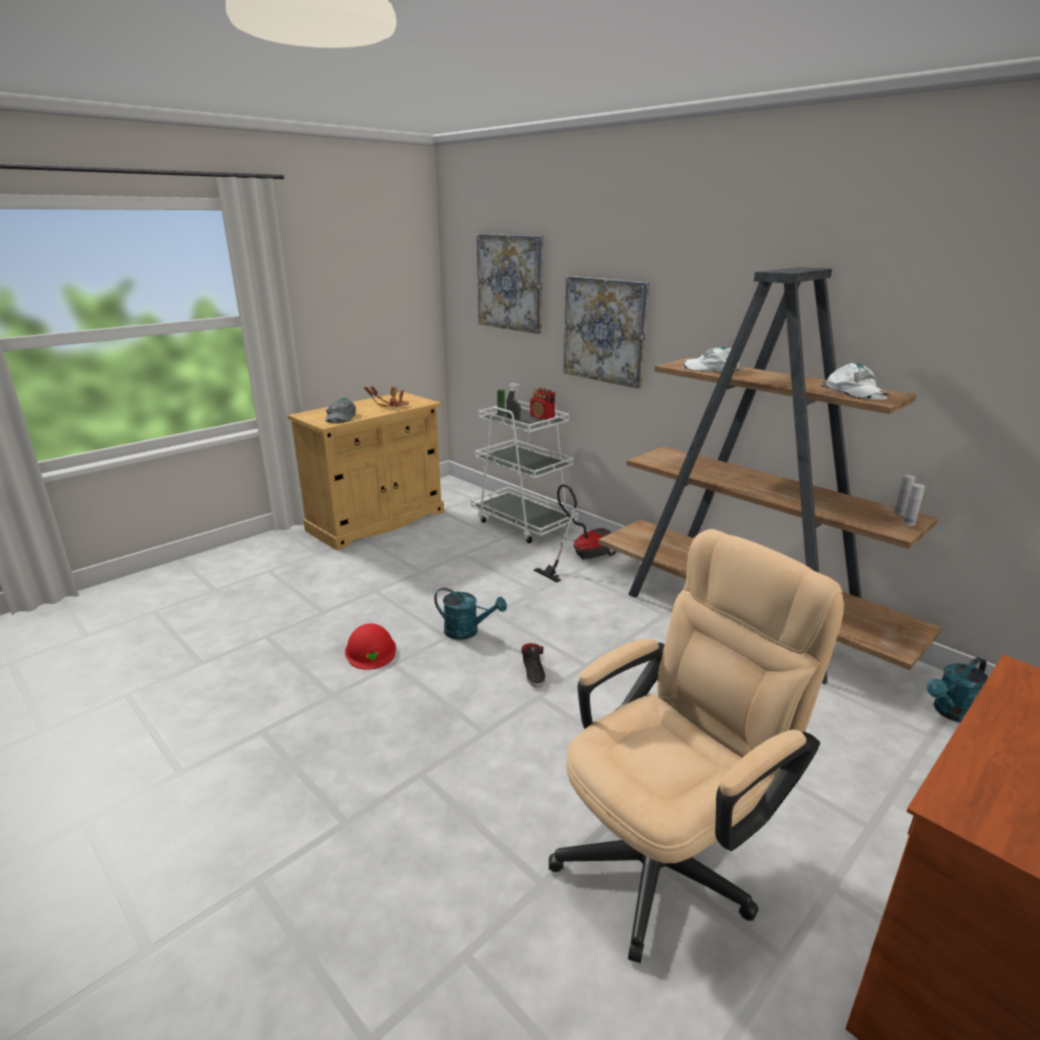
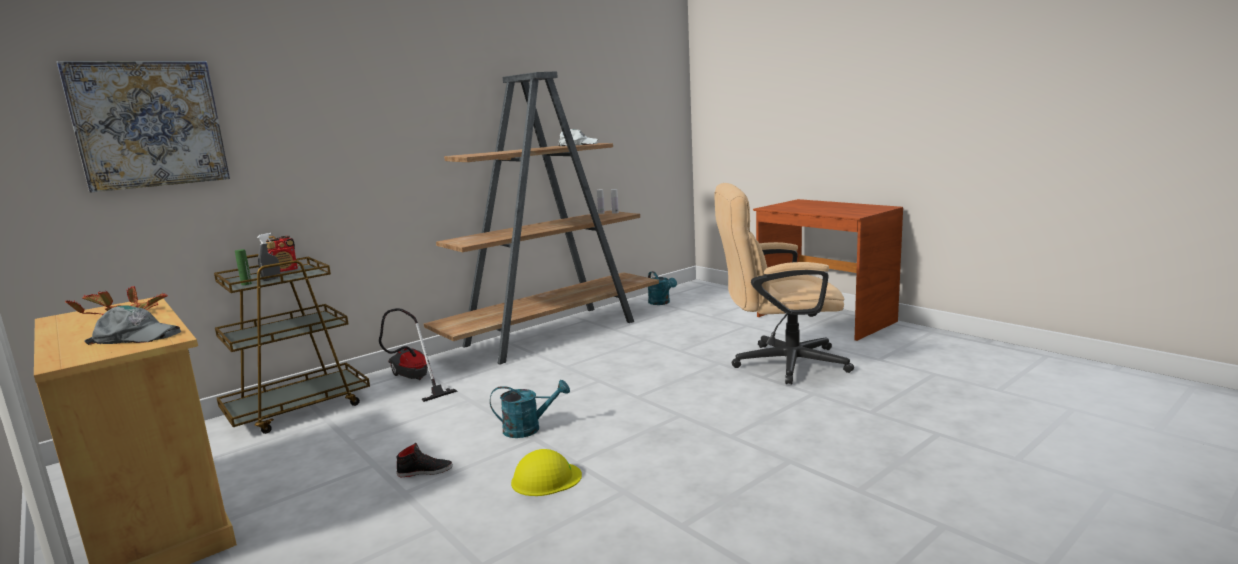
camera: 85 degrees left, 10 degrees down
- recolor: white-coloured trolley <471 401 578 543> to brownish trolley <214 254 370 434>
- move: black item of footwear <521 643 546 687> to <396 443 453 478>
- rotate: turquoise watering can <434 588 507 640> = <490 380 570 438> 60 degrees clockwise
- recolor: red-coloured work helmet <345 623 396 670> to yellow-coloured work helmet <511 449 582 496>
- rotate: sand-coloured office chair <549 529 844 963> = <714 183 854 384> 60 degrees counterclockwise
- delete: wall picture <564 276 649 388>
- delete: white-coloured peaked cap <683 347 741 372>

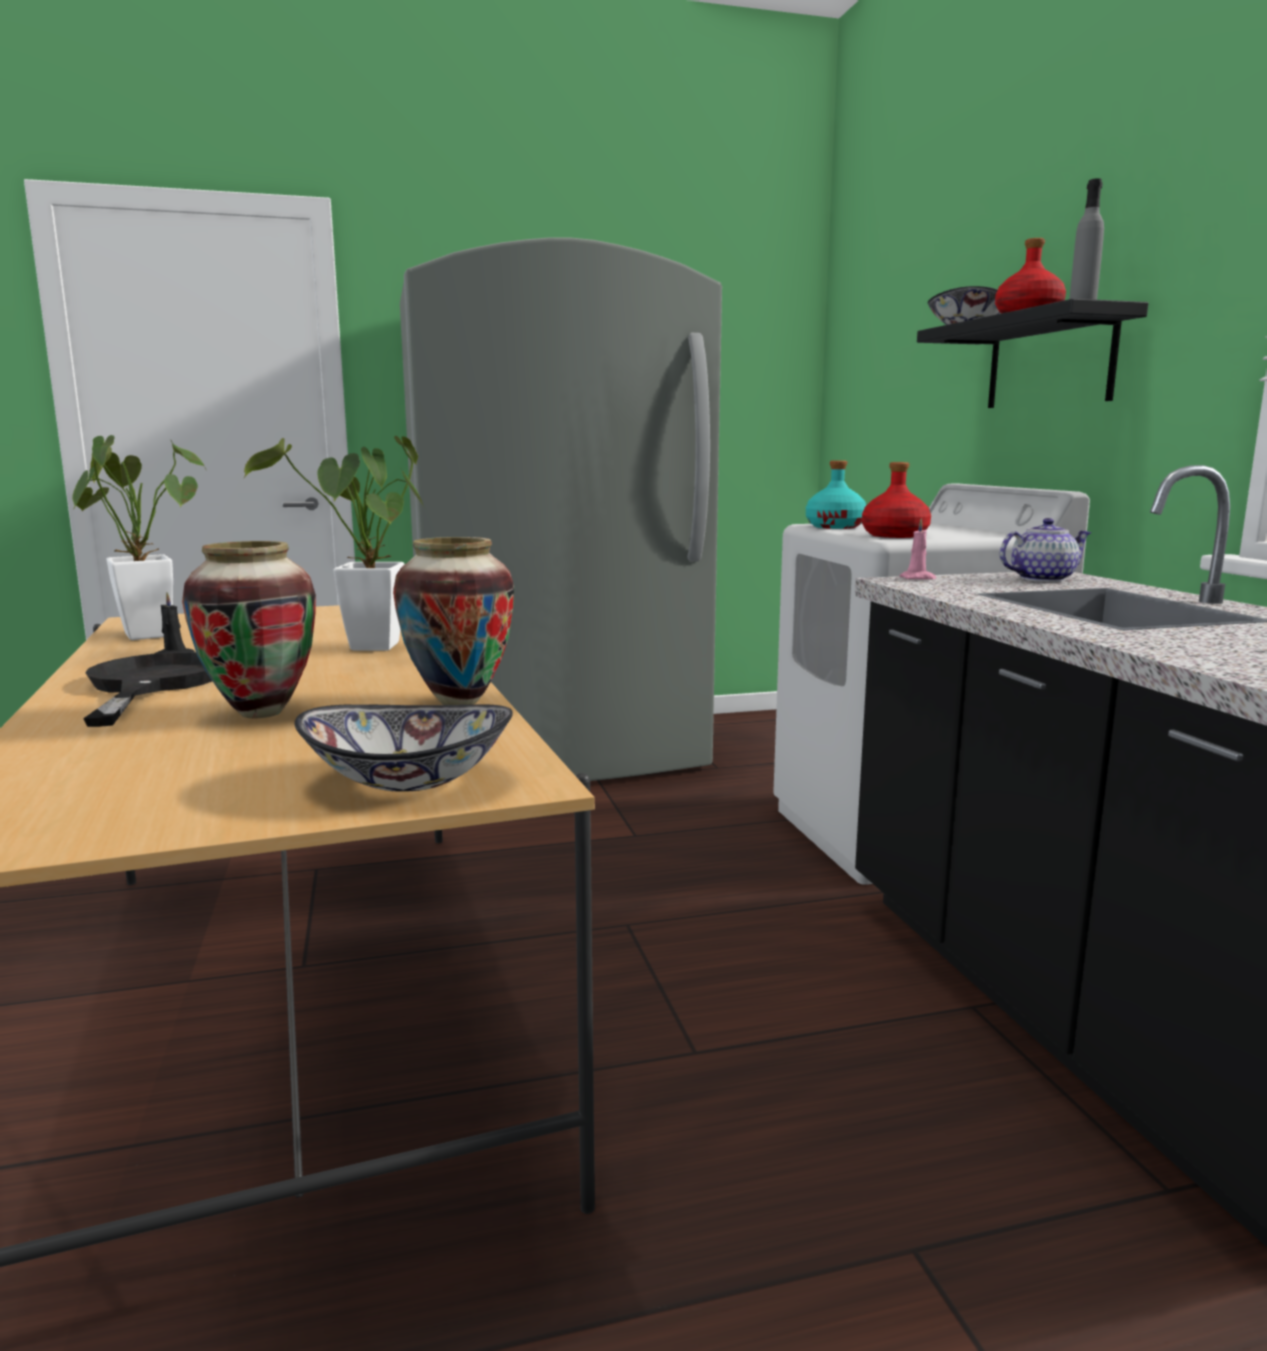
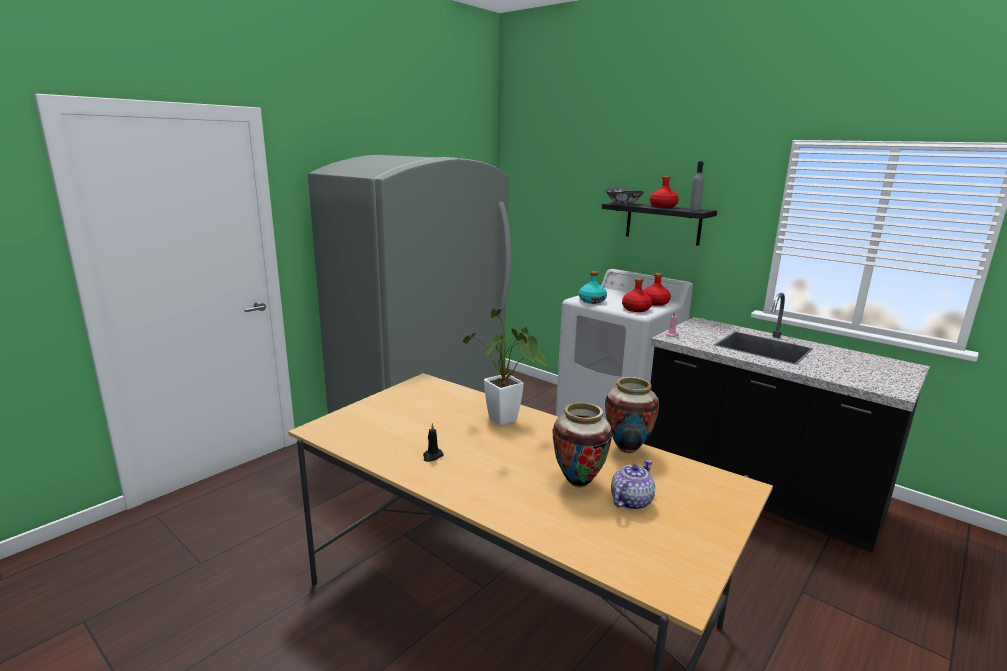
camera: 35 degrees left, 5 degrees up
- move: teapot <1000 518 1091 582> to <611 460 655 510>
- insert: red-coloured drink bottle <643 273 671 306>
- delete: plant in a pot <72 435 206 640>
- delete: black frying pan <83 652 212 727>
- delete: deep dish <294 704 513 792>

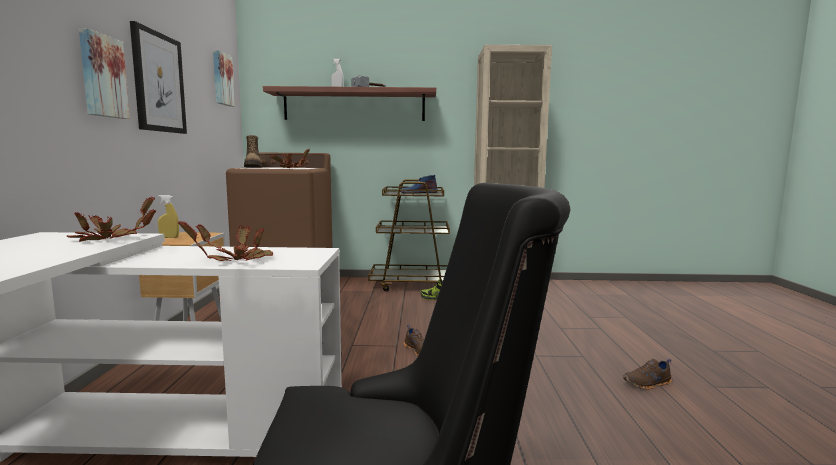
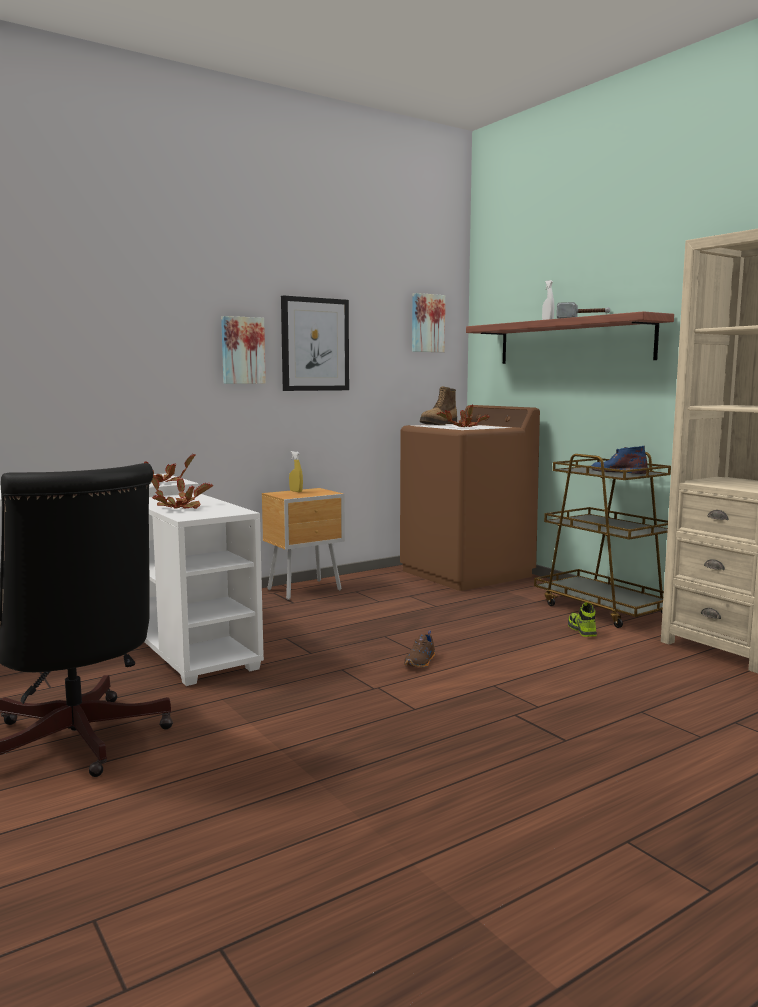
camera: 55 degrees right, 0 degrees up
- delete: brownish item of footwear <623 359 672 390>

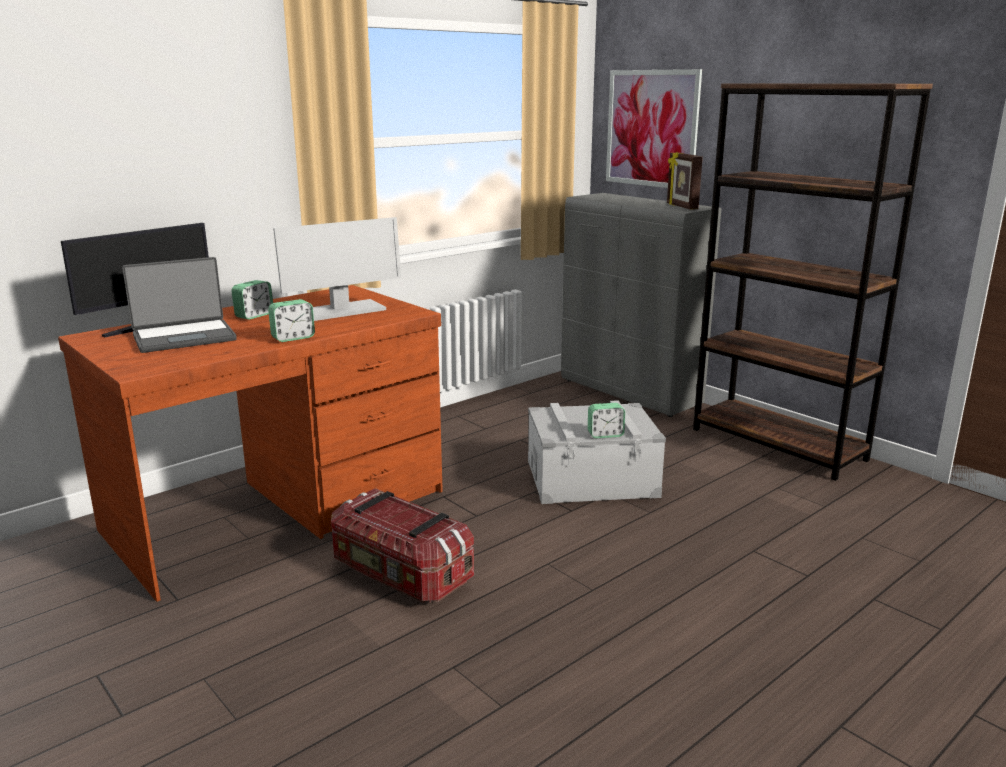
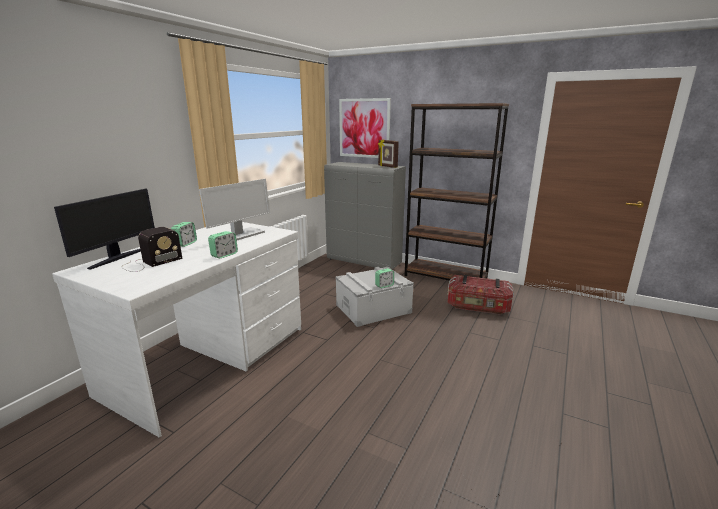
camera: 20 degrees left, 0 degrees up
- recolor: brownish desk unit <58 285 443 602> to white-coloured desk unit <52 222 301 438>
- replace: laptop <122 257 237 353> to radio <122 227 182 272>
- move: storage bin <331 488 474 603> to <448 275 514 315>

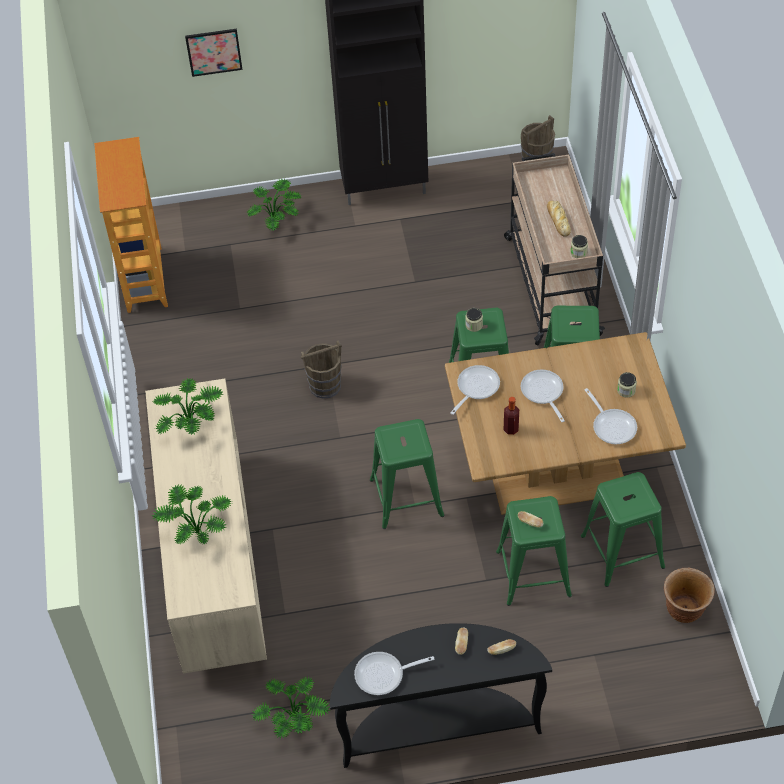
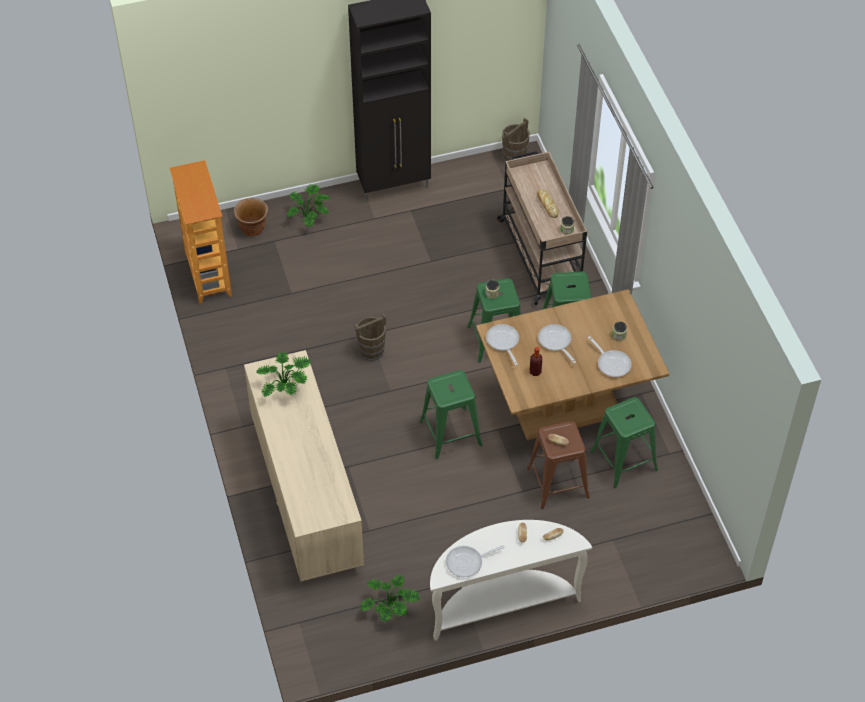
camera: 10 degrees left, 0 degrees up
- move: brownish flower pot <664 567 715 623> to <234 198 268 236>
- recolor: black hall table <330 623 552 768> to white-coloured hall table <430 520 592 641>
- rotate: frying pan <451 365 500 415> = <486 324 519 365> 45 degrees counterclockwise
- recolor: greenish stool seat <496 496 572 606> to brownish stool seat <527 421 590 509>
- delete: plant in a pot <152 484 232 545>
- delete: wall picture <185 29 243 77>

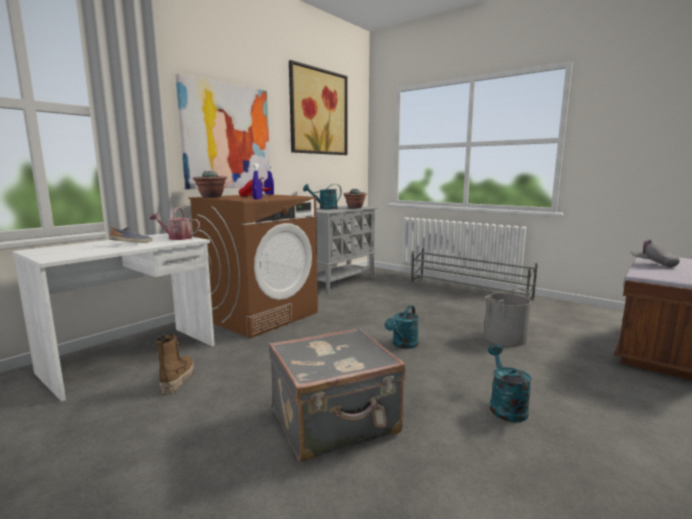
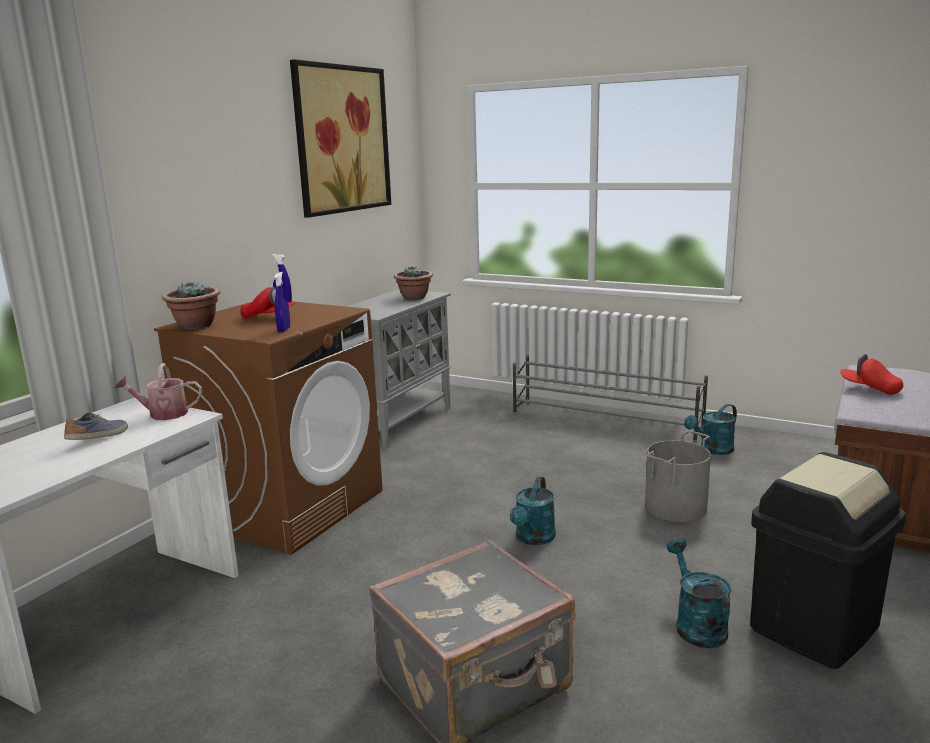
camera: 10 degrees left, 5 degrees up
- move: turquoise watering can <303 184 342 209> to <684 404 737 455>
- insert: black trash can <750 452 906 669>
- recolor: grey peaked cap <630 240 680 267> to red-coloured peaked cap <840 354 903 395>
- delete: high-top boot <156 334 194 394>
- delete: wall picture <176 74 270 189>

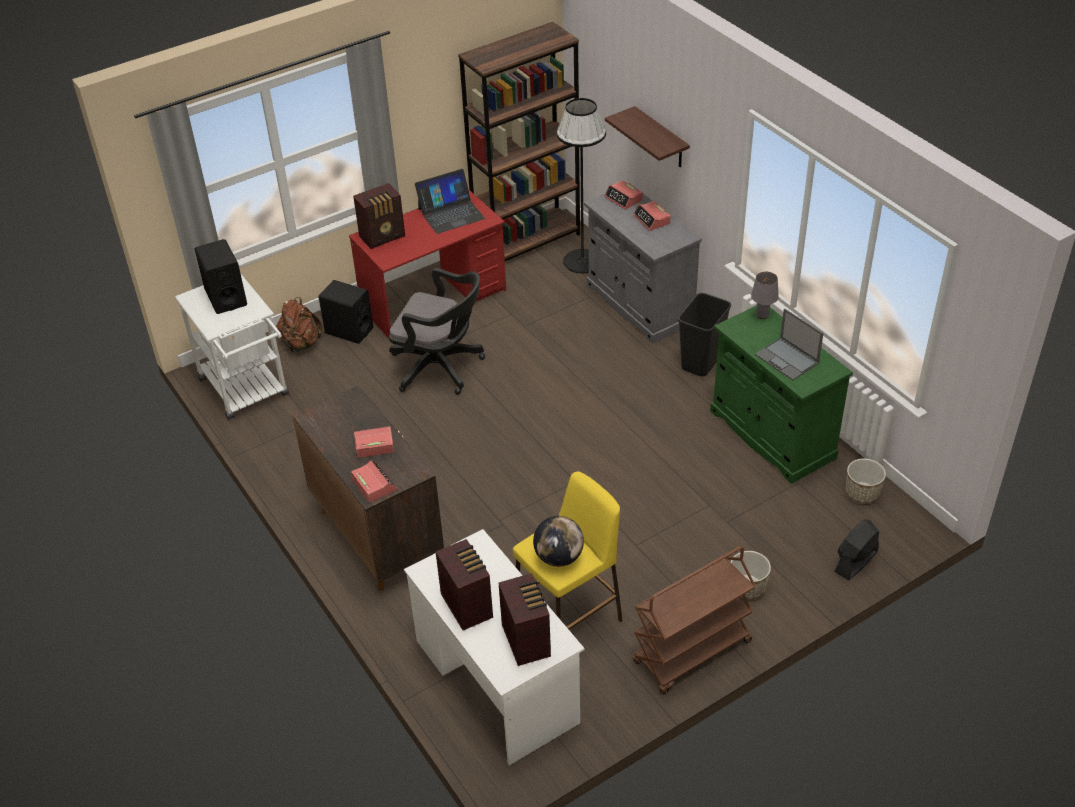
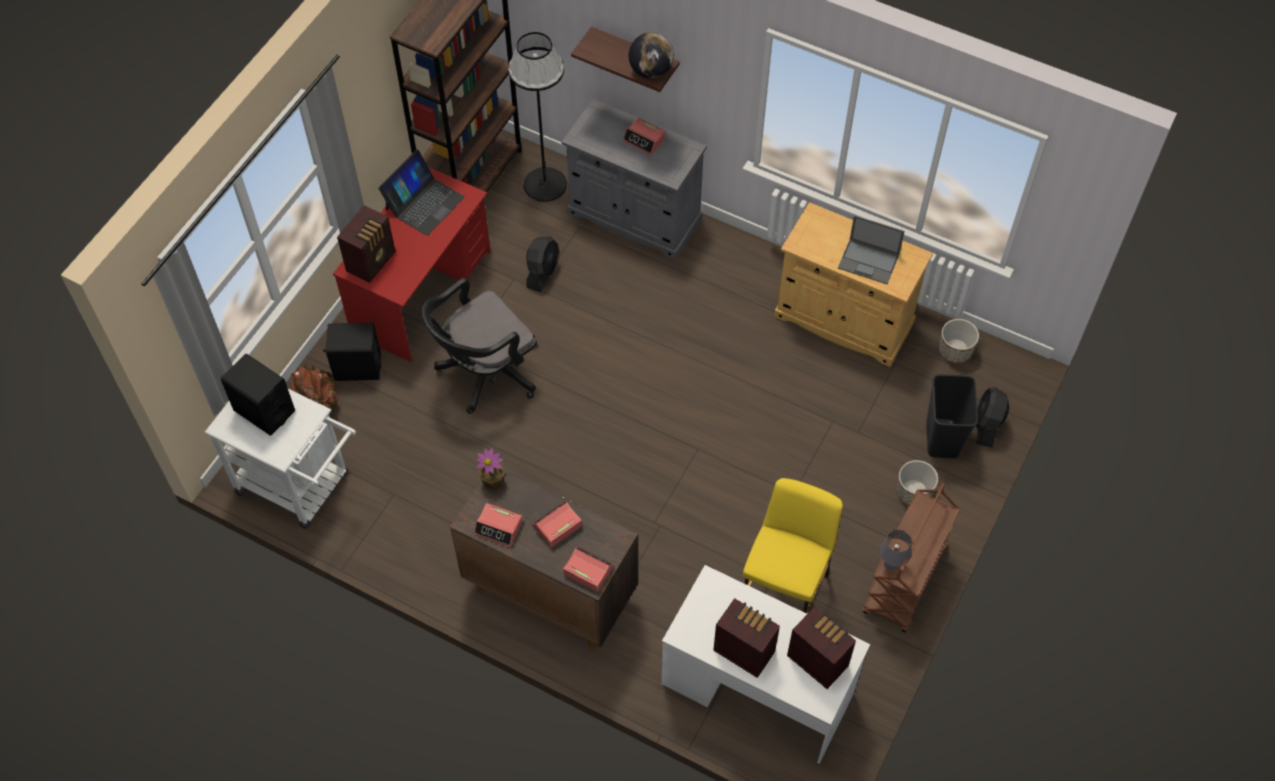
camera: 30 degrees left, 15 degrees up
- rotate: black office chair <389 268 485 395> = <422 277 537 414> 150 degrees clockwise
- move: alarm clock <604 180 643 210> to <474 503 523 548>
- insert: plant in a pot <477 448 506 490>
- insert: black electric fan <526 236 559 292>
- move: globe <533 516 584 567> to <629 32 674 79>
- recolor: greenish storage cabinet <710 305 853 484> to sand-coloured storage cabinet <774 202 933 367>
- move: grey table lamp <751 272 779 319> to <880 529 912 571>
- move: black trash can <678 293 731 376> to <926 374 978 458>

